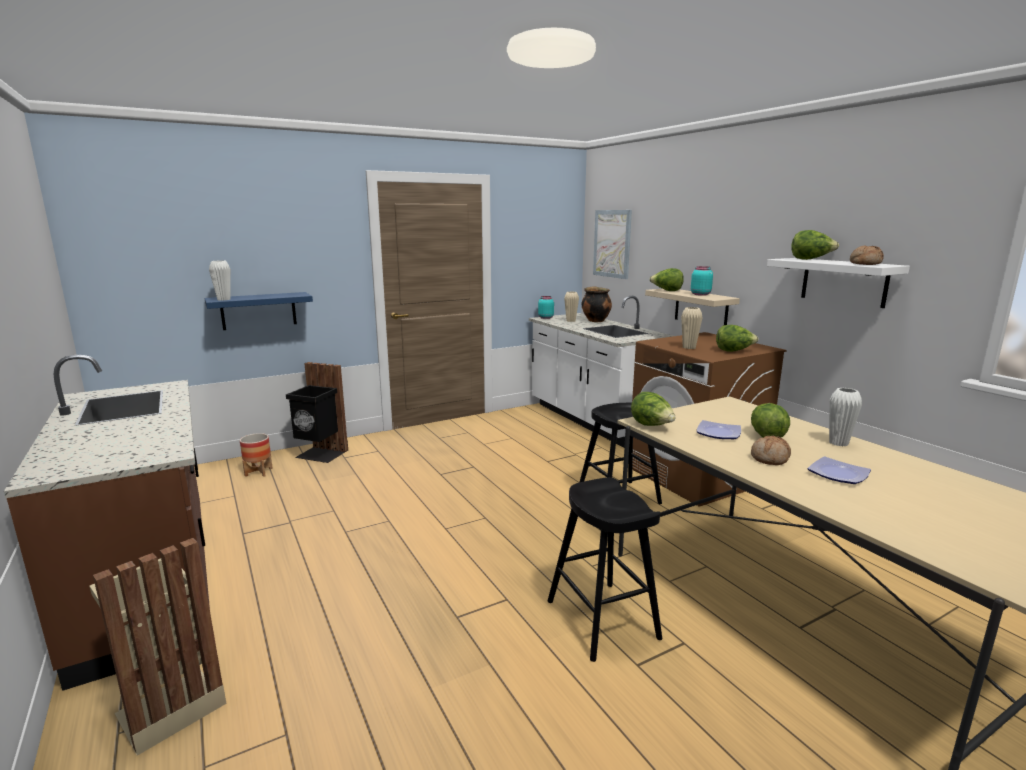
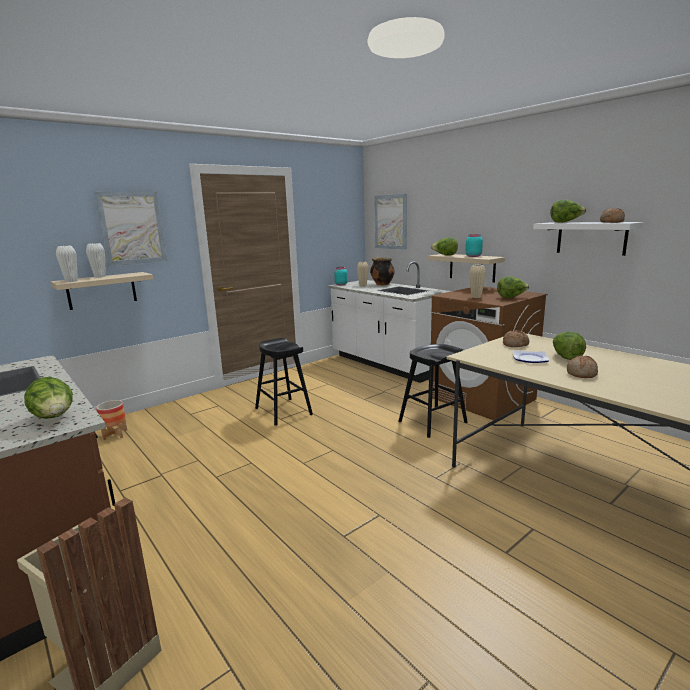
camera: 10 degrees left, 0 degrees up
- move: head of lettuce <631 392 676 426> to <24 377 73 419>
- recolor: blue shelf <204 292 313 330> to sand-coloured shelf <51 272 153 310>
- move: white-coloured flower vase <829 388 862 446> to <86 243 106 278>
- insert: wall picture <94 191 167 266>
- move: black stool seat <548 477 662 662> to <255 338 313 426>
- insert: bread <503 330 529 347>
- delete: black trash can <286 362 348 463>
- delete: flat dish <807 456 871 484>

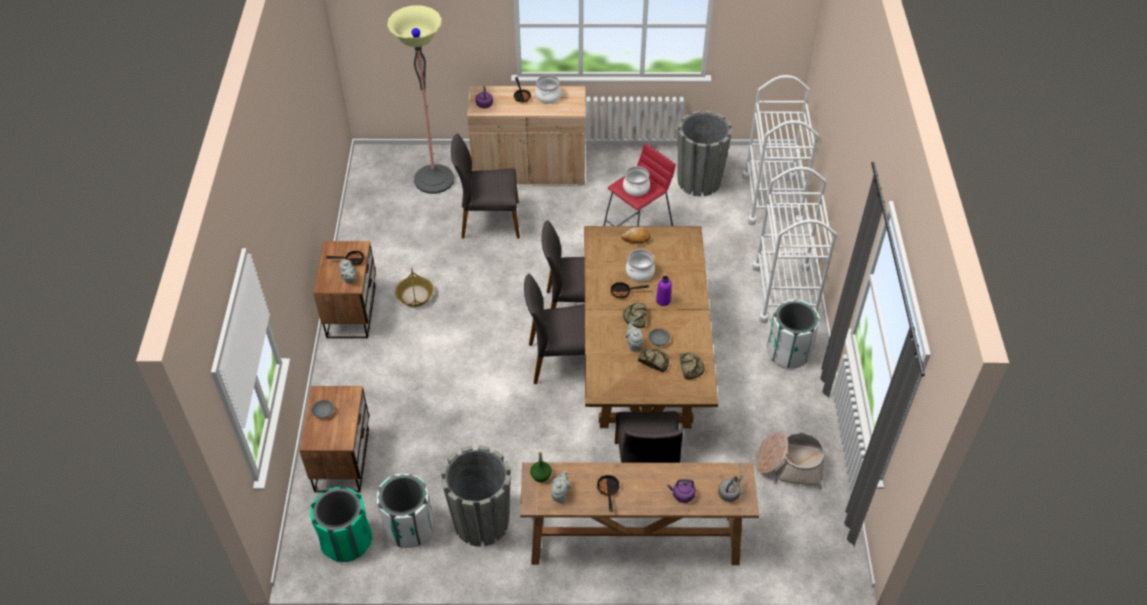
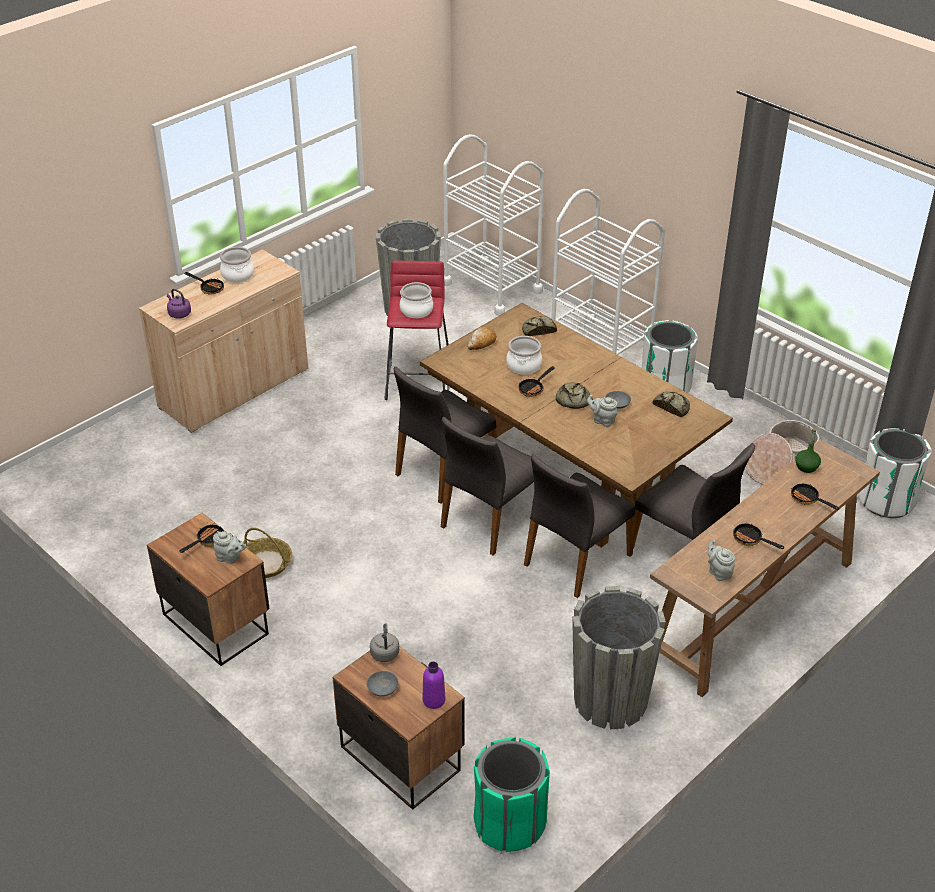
camera: 45 degrees left, 10 degrees down
- move: grey water kettle <718 475 743 502> to <370 623 399 662>
- move: purple-coloured drink bottle <656 276 672 306> to <423 662 445 709>
- move: bread <638 348 669 372> to <522 316 557 336>
- move: grey chair <451 133 520 239> to <524 454 636 598>
- replace: purple-coloured water kettle <667 479 696 503> to frying pan <791 482 839 510>
- move: greenish drink bottle <530 452 552 482> to <795 429 821 473>
- move: white-coloured trash can <377 474 434 548> to <857 428 932 518>
- delete: standing lamp <387 5 454 194>

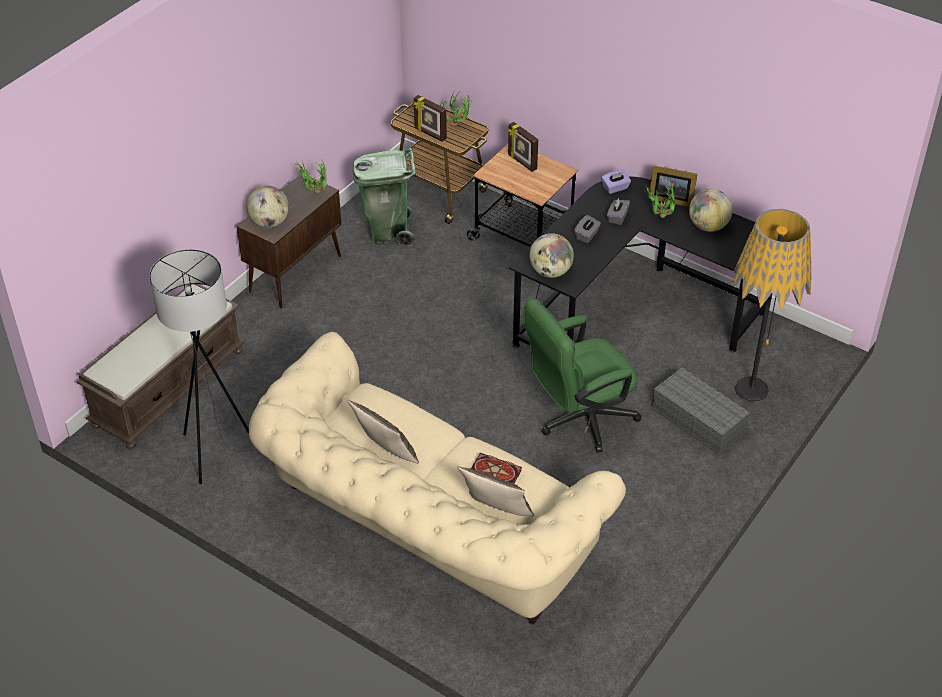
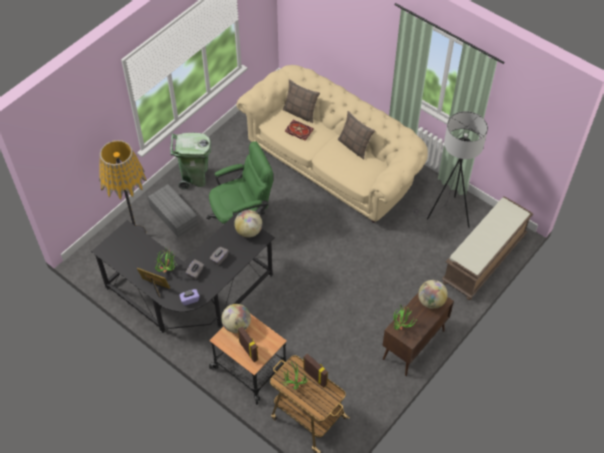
camera: 175 degrees left, 10 degrees up
- move: greenish trash can <353 148 416 247> to <170 133 211 190>
- move: globe <689 189 732 232> to <221 304 251 333>

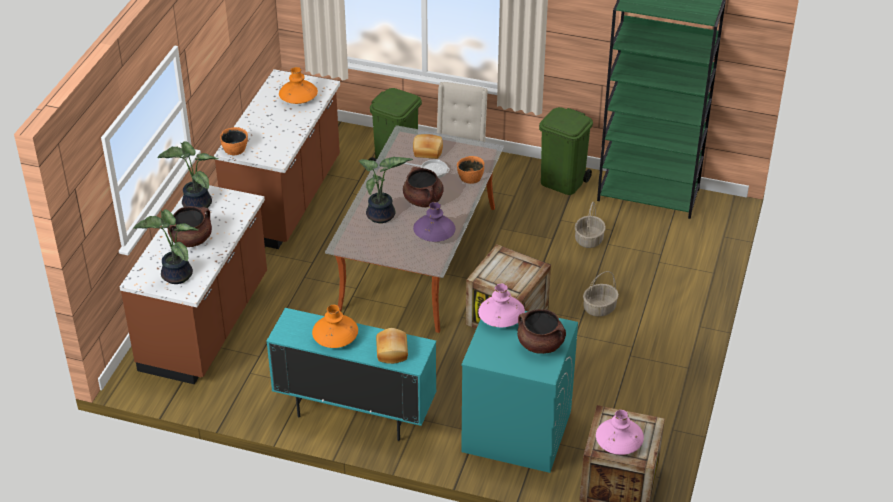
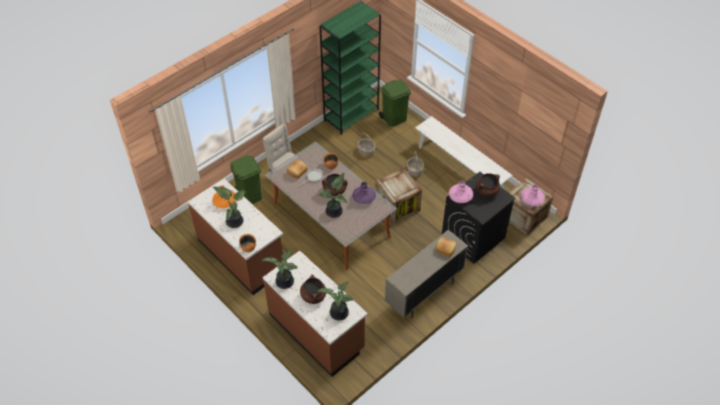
camera: 60 degrees left, 10 degrees up
- insert: plant in a pot <212 187 245 228>
- move: greenish trash can <539 107 593 195> to <379 80 411 127>
- recolor: turquoise storage cabinet <266 308 437 441> to sand-coloured storage cabinet <385 230 468 318>
- insert: white-coloured bench <415 116 513 189>
- recolor: turquoise laundry machine <461 311 578 473> to black laundry machine <442 172 516 264>
- delete: orange-coloured flower vase <312 305 358 348>

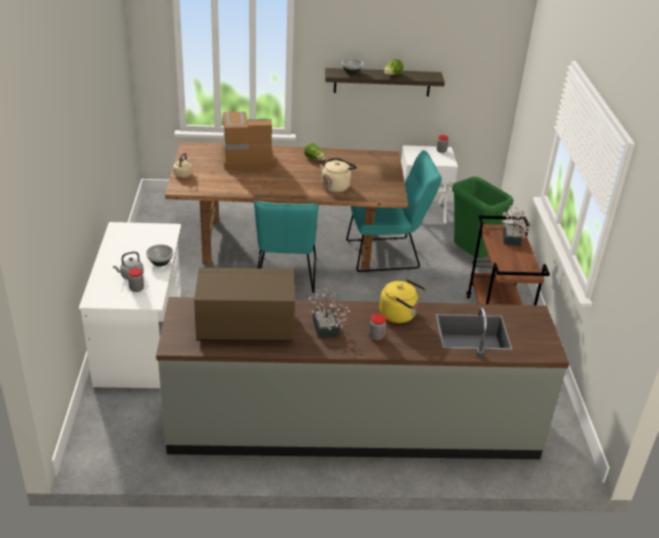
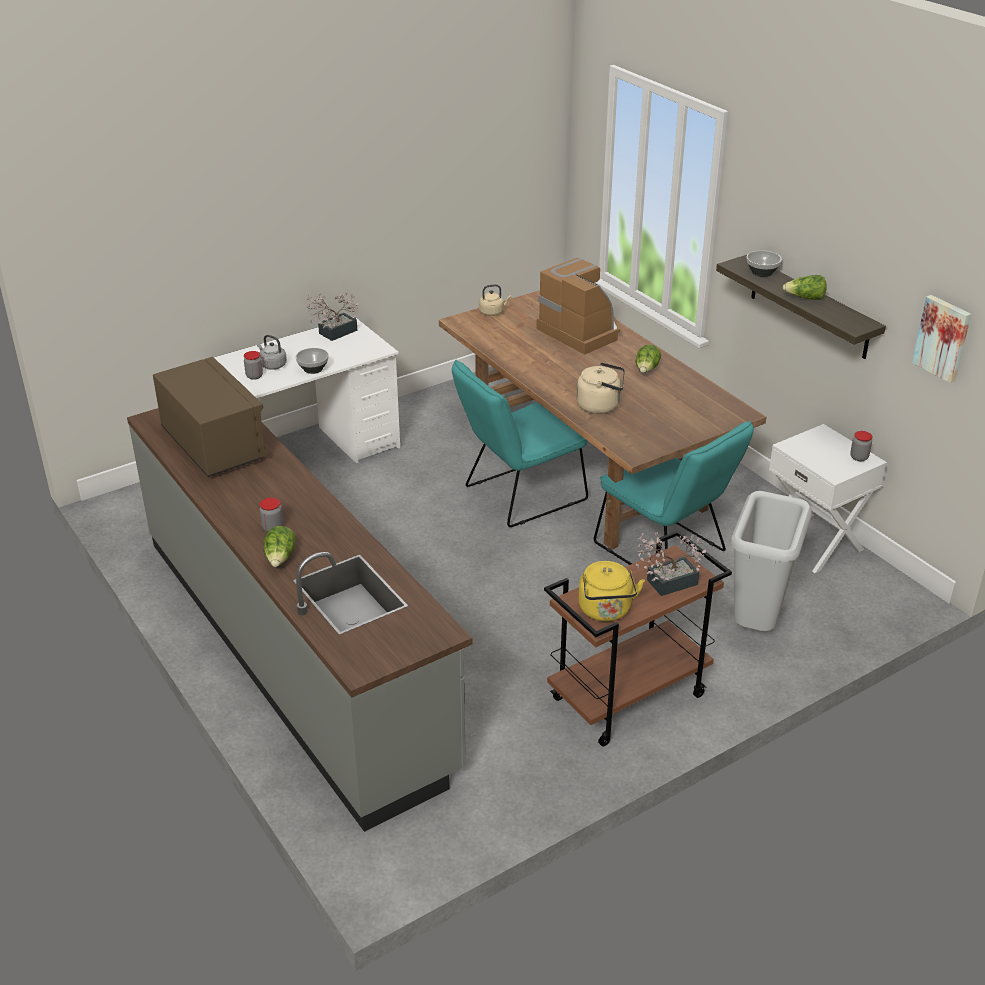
camera: 60 degrees right, 0 degrees up
- insert: head of lettuce <264 526 296 567>
- move: plant in a pot <308 288 350 338> to <307 292 359 341>
- move: yellow-coloured water kettle <379 279 425 323> to <579 561 645 622>
- recolor: greenish trash can <452 177 514 258> to grey trash can <731 491 812 631>
- insert: wall picture <912 295 971 383>

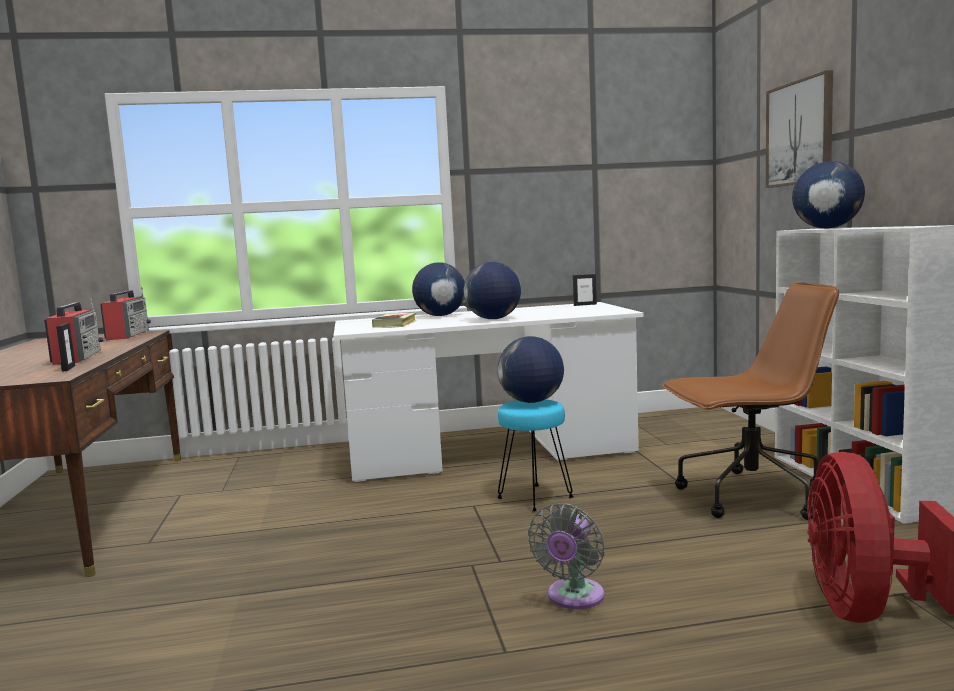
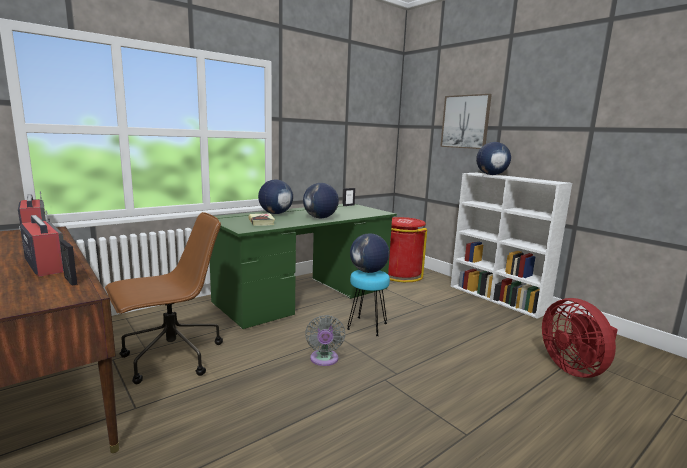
camera: 30 degrees left, 5 degrees up
- move: brownish office chair <662 282 839 520> to <105 212 223 384>
- recolor: white-coloured desk unit <334 302 644 482> to greenish desk unit <210 204 397 329>
- move: grey electric fan <528 503 605 609> to <305 315 345 366>
- insert: red-coloured trash can <388 217 427 282>

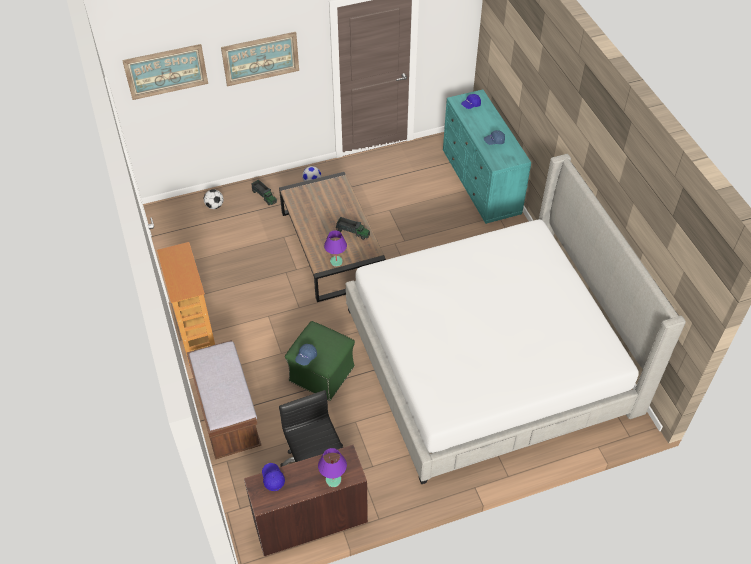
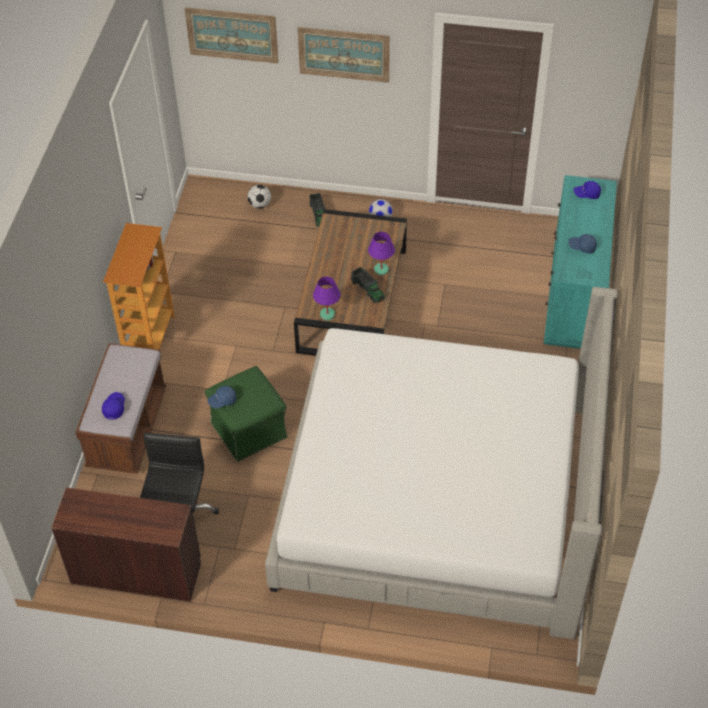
camera: 30 degrees right, 0 degrees up
- move: blue peaked cap <262 463 285 491> to <102 392 125 420>
- move: purple-coloured table lamp <318 448 347 487> to <368 232 395 275>

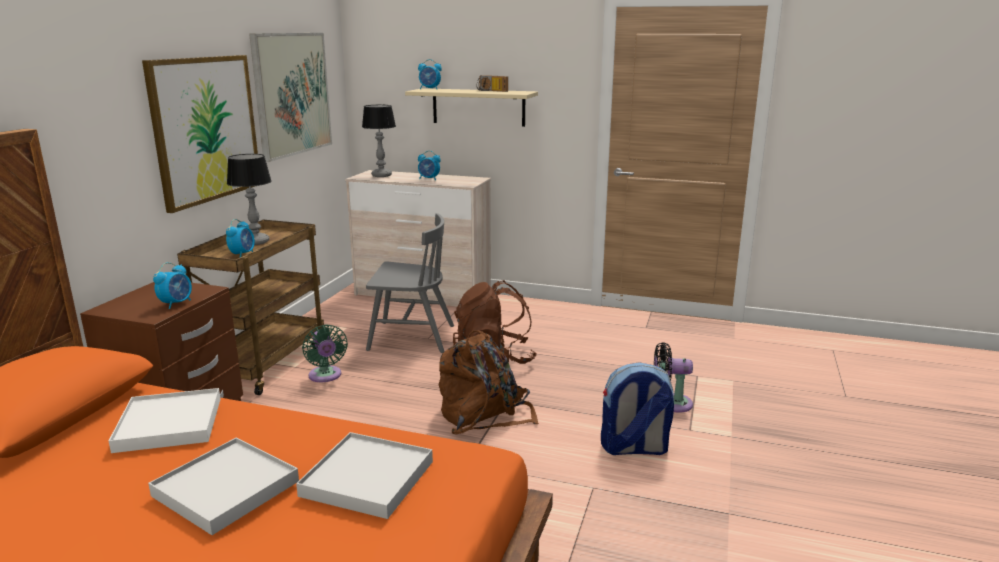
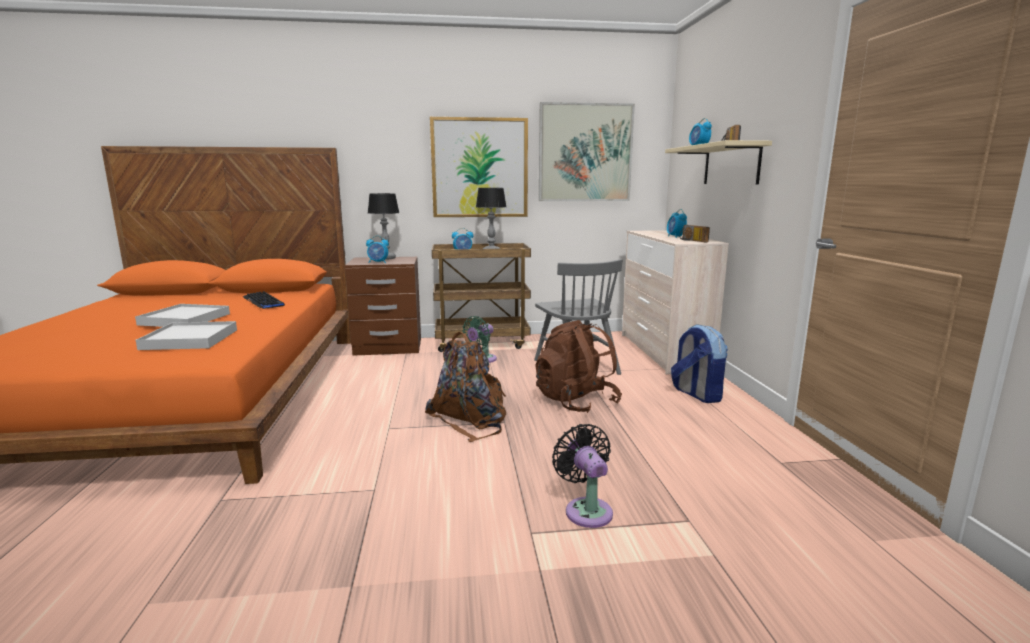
camera: 65 degrees right, 5 degrees down
- replace: white-coloured tray <109 388 221 453> to keyboard <243 291 285 309>
- move: table lamp <362 105 396 177> to <368 193 400 260>
- move: knapsack <601 362 674 455> to <671 324 728 403>
- insert: radio <680 225 710 242>

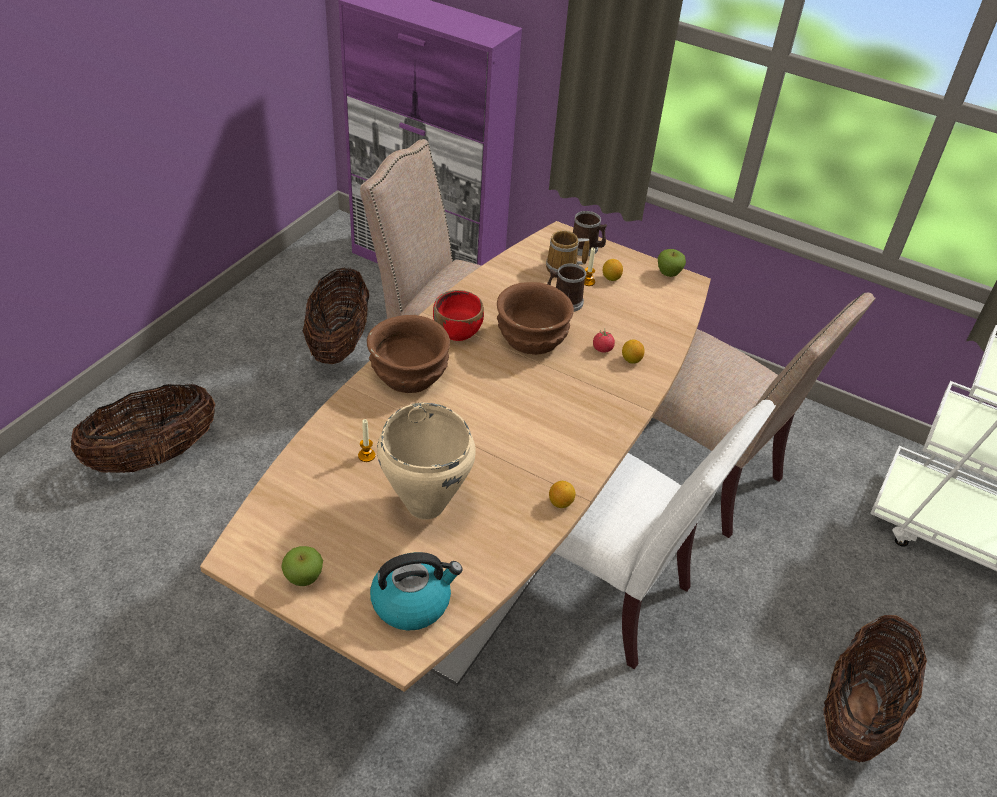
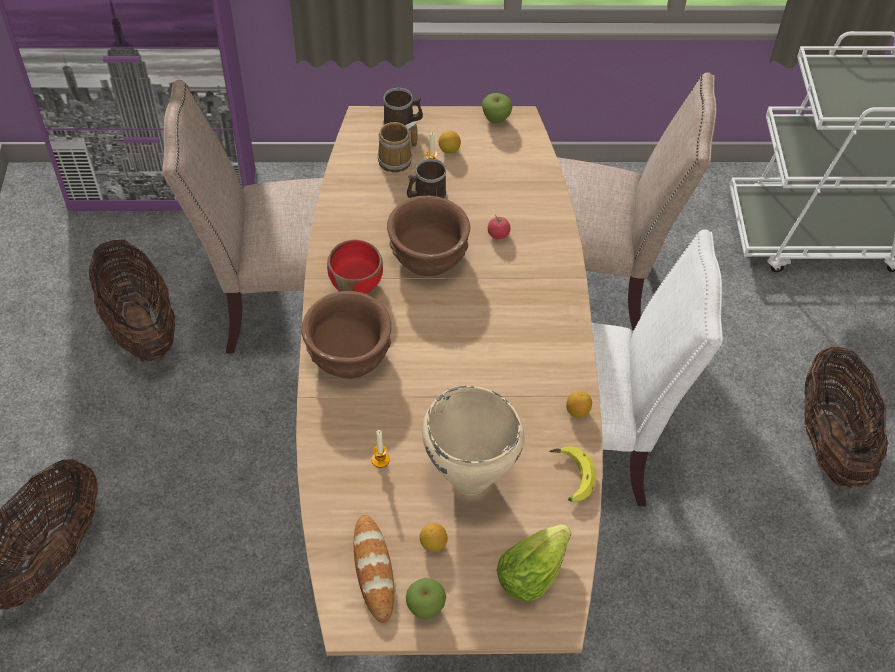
camera: 30 degrees left, 10 degrees up
- insert: bread <354 515 394 623>
- move: whole lemon <622 340 644 364> to <420 523 448 552>
- replace: water kettle <370 552 463 631> to head of lettuce <497 524 571 602>
- insert: banana <549 446 596 502>

